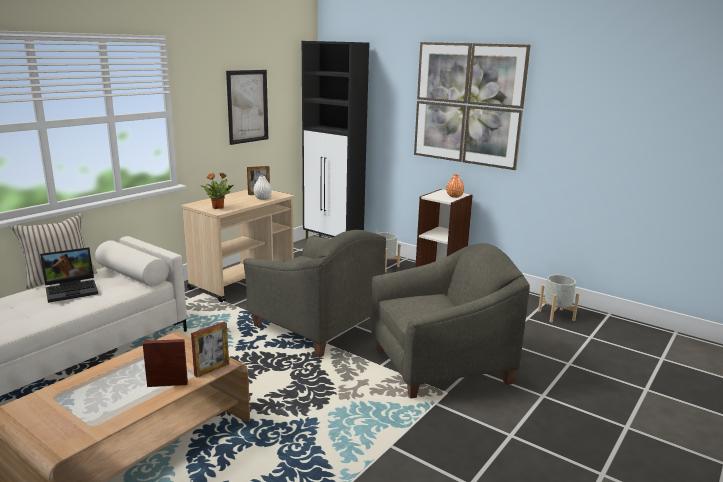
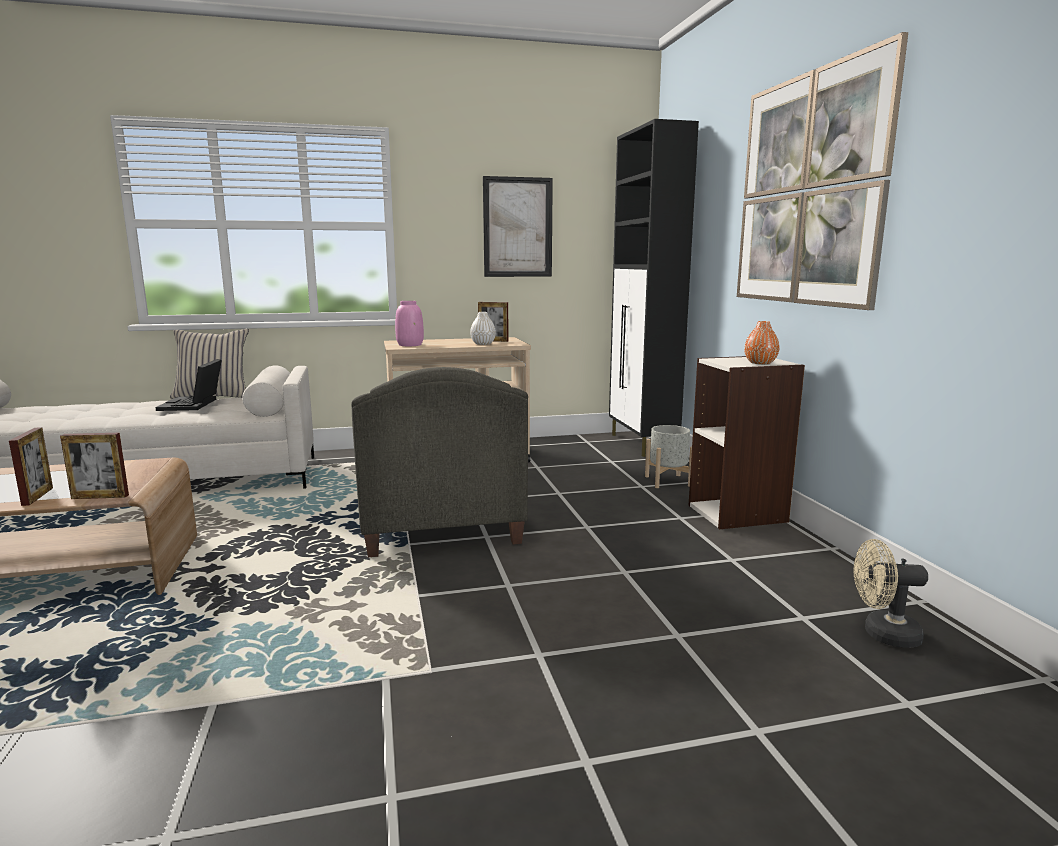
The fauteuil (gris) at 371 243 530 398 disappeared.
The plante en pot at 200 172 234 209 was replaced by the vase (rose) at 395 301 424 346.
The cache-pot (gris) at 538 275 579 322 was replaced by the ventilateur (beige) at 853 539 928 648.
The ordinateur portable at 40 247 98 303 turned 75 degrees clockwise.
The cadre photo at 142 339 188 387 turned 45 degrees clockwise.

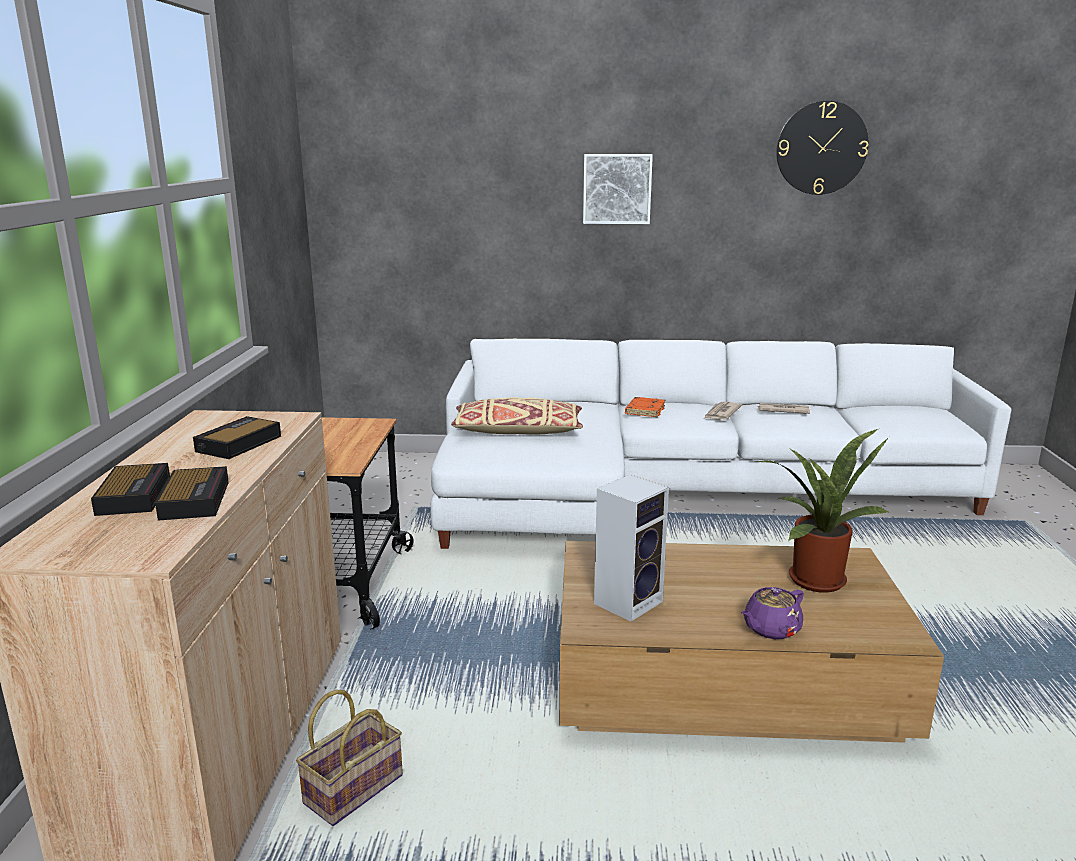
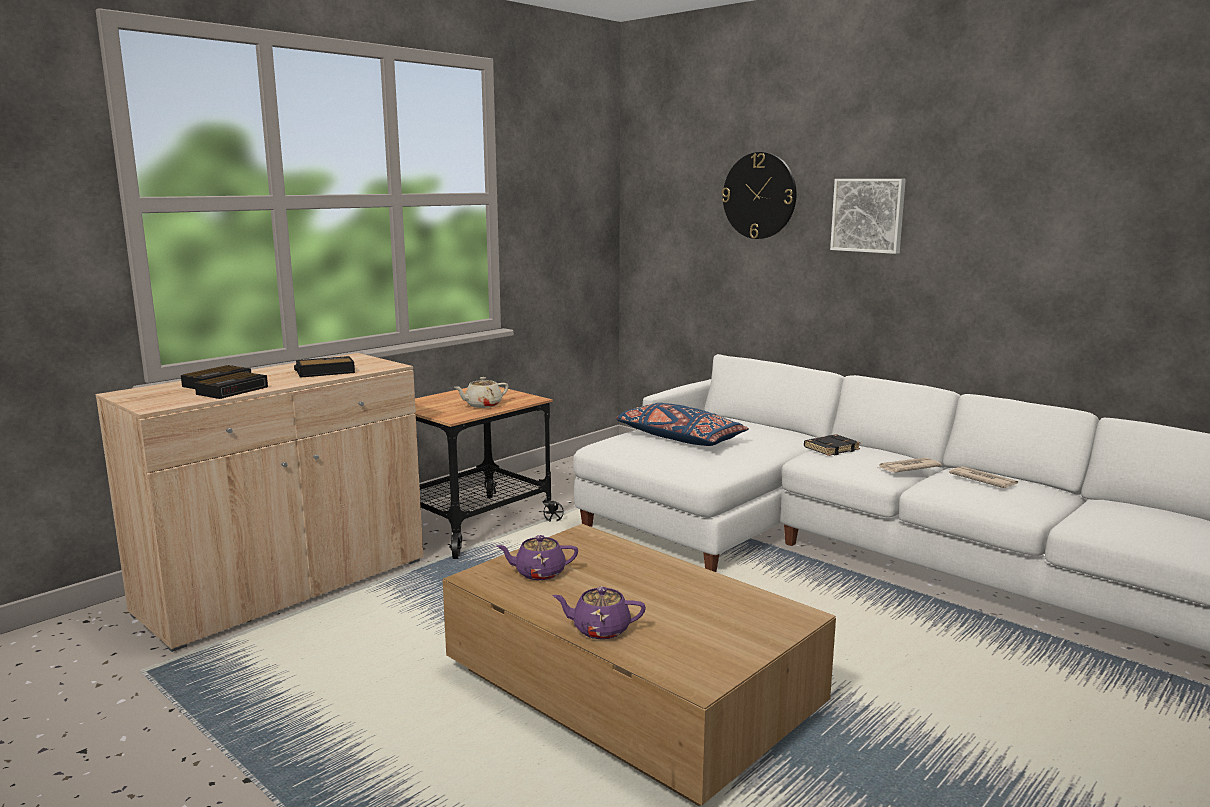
The panier at 296 690 403 826 disappeared.
The plante en pot at 757 429 890 593 disappeared.
The théière (beige) at 454 377 509 408 appeared.
The horloge murale moved from 776 101 868 195 to 722 152 797 239.
The enceinte at 594 474 669 622 was replaced by the théière (violet) at 497 535 578 580.
The coussin (beige) at 451 397 583 434 became the coussin (bleu) at 616 403 749 446.
The livre (orange) at 625 397 665 417 became the livre (noir) at 804 434 861 456.

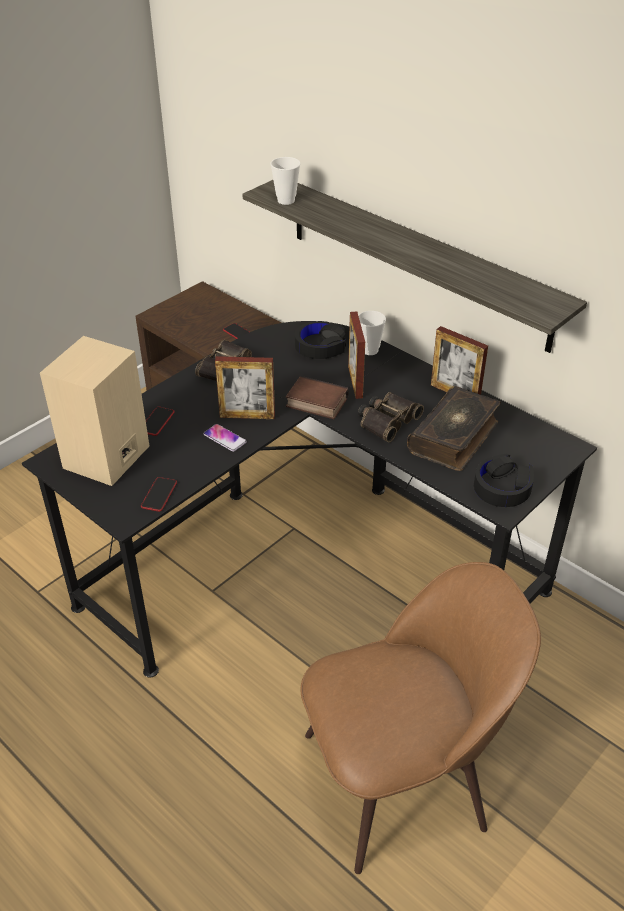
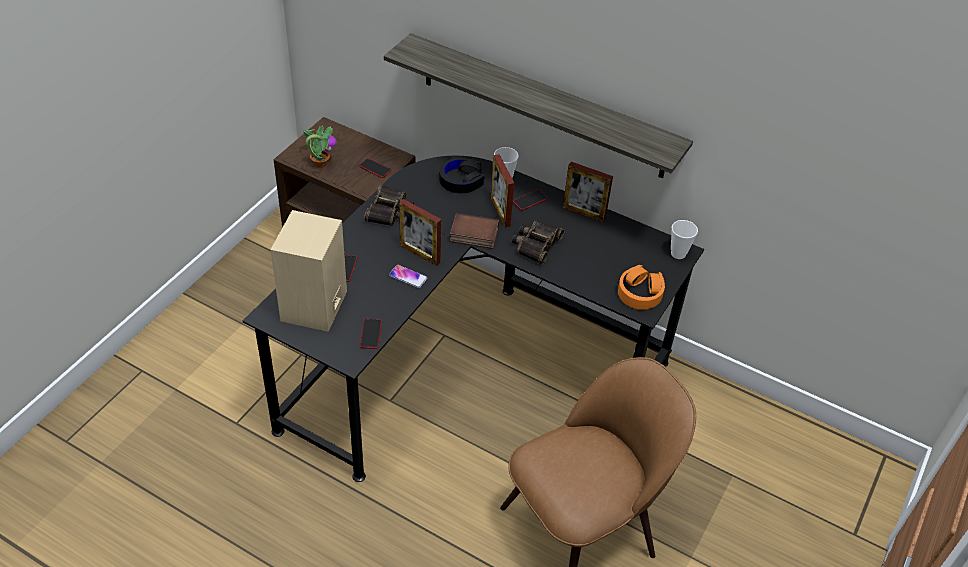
The livre at 407 386 501 471 disappeared.
The plante en pot at 304 126 337 168 appeared.
The téléphone at 513 190 547 210 appeared.
The tasse moved from 270 157 300 205 to 671 220 698 259.
The casque audio (noir) at 474 453 534 507 became the casque audio (orange) at 618 265 665 310.
The cadre photo at 215 356 275 419 turned 45 degrees clockwise.

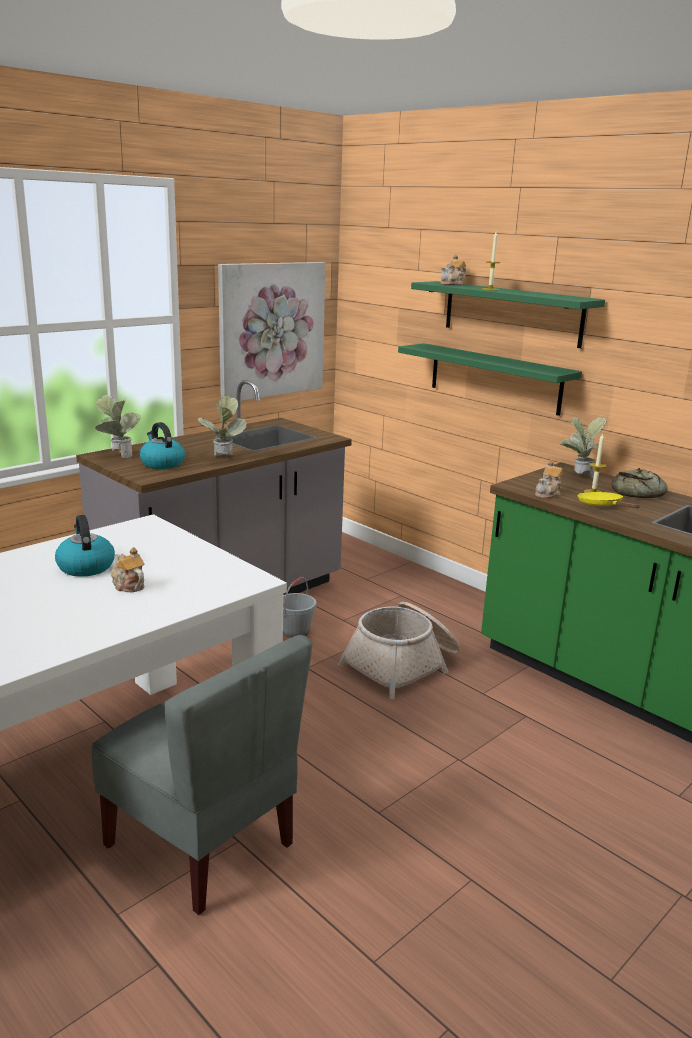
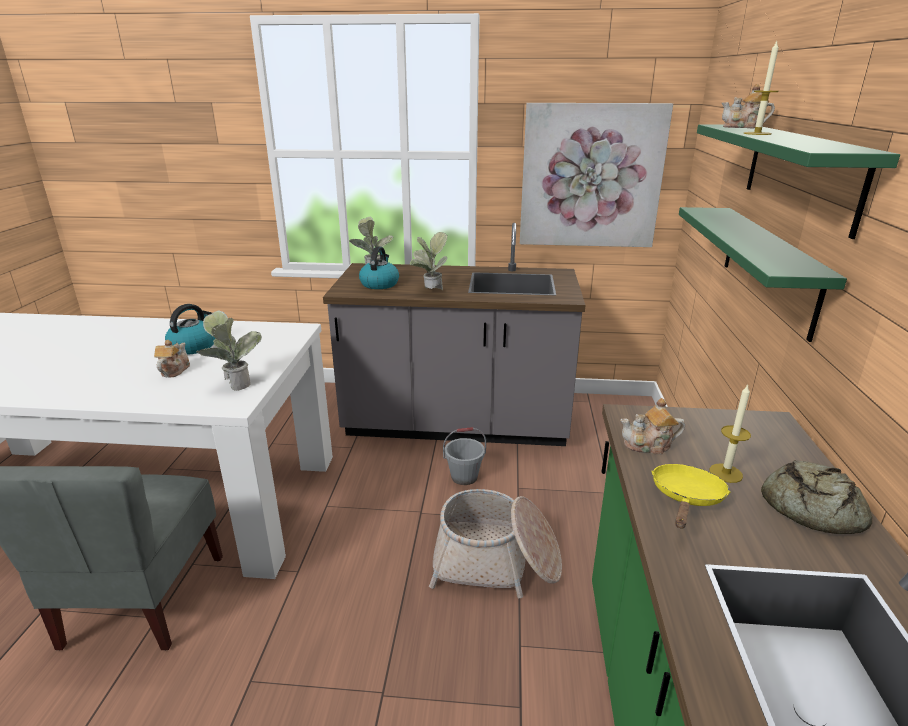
The plante en pot moved from 560 417 607 479 to 196 311 262 391.

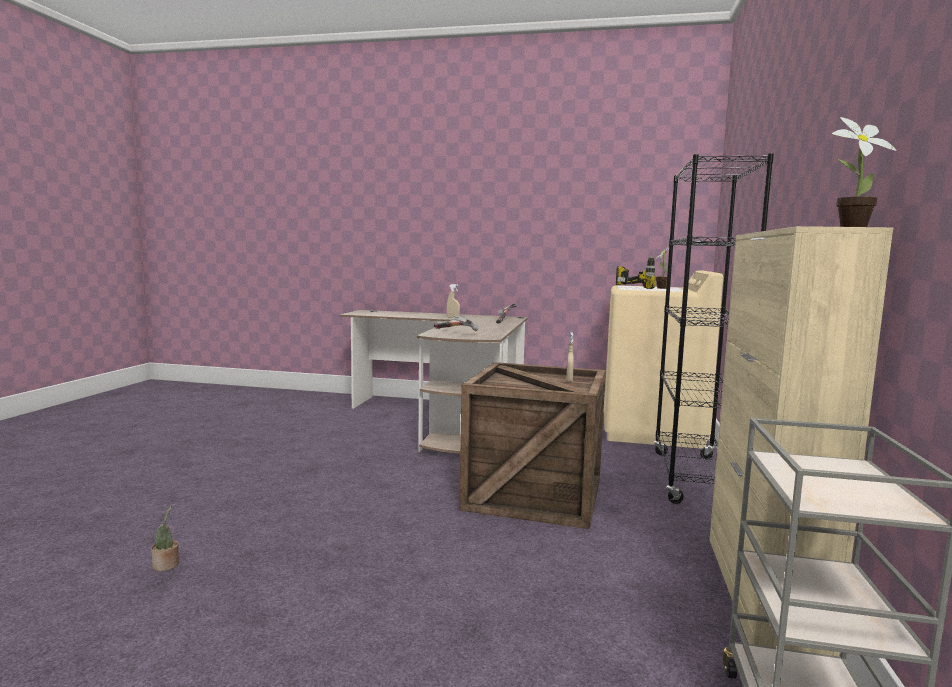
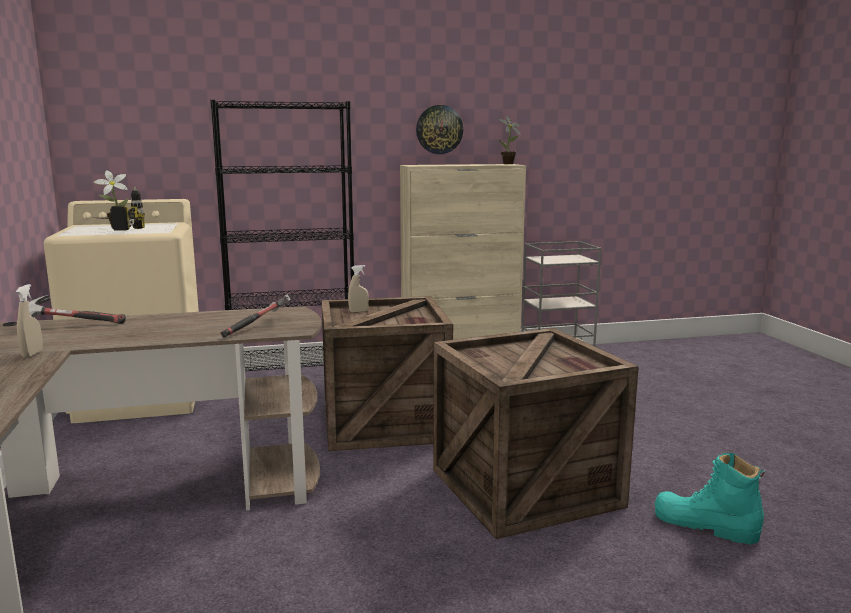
The horloge murale at 416 105 463 154 appeared.
The caisse at 433 328 639 539 appeared.
The plante en pot at 151 506 179 571 was replaced by the botte (turquoise) at 654 453 765 544.

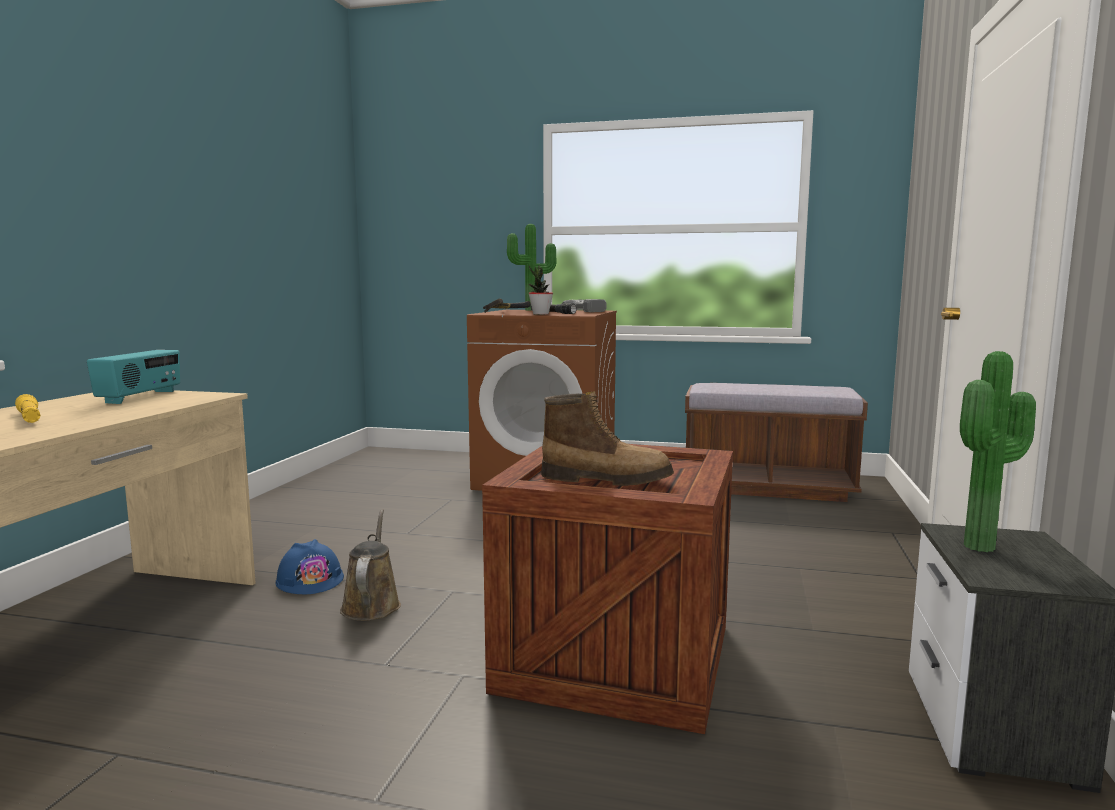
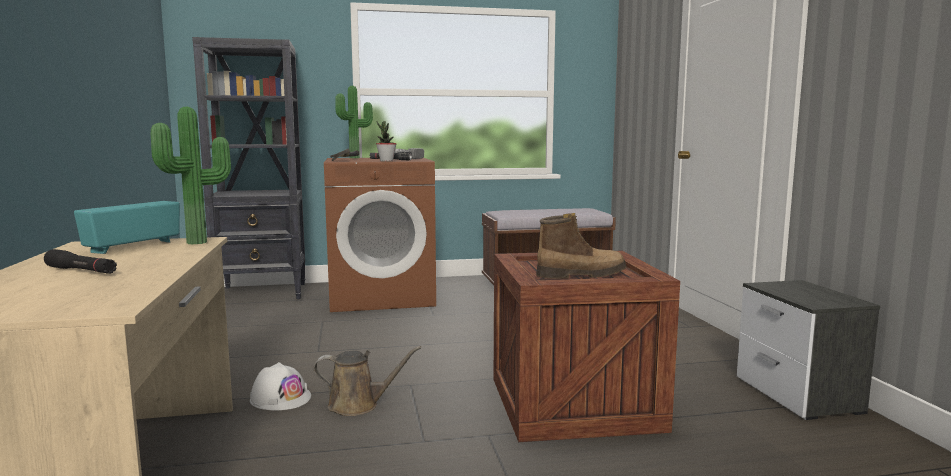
The bibliothèque (noir) at 192 37 305 299 appeared.
The plante en pot moved from 960 351 1036 552 to 151 107 231 244.
The lampe de poche (jaune) at 15 394 40 423 became the lampe de poche (noir) at 44 249 117 274.
The casque de chantier (bleu) at 276 539 344 594 became the casque de chantier (blanc) at 250 362 311 411.
The radio at 87 350 180 404 turned 135 degrees counterclockwise.
The arrosoir (marron) at 340 509 401 621 turned 120 degrees clockwise.

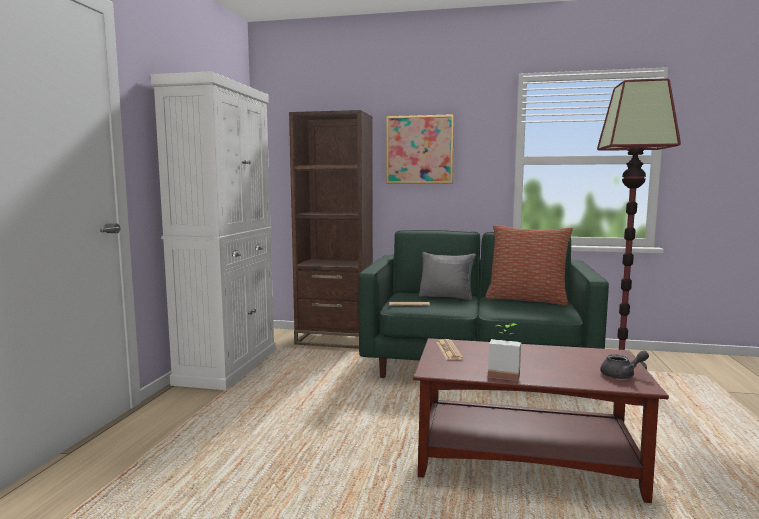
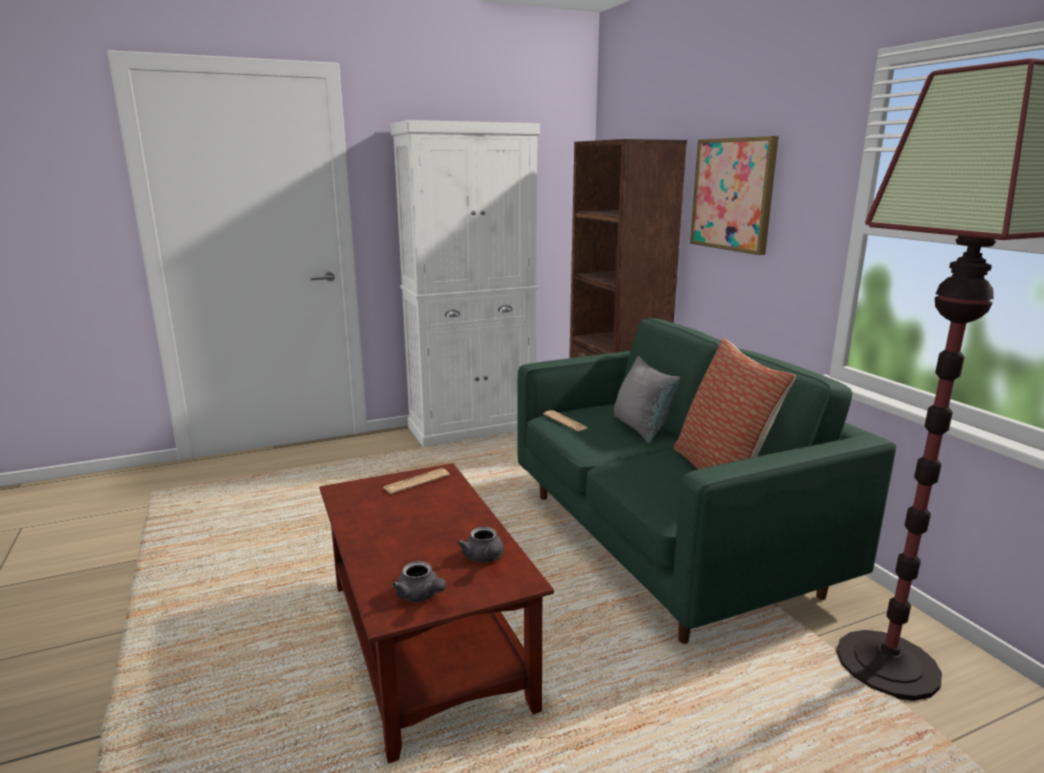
The plante en pot at 488 323 521 381 disappeared.
The théière (gris) at 457 527 504 562 appeared.

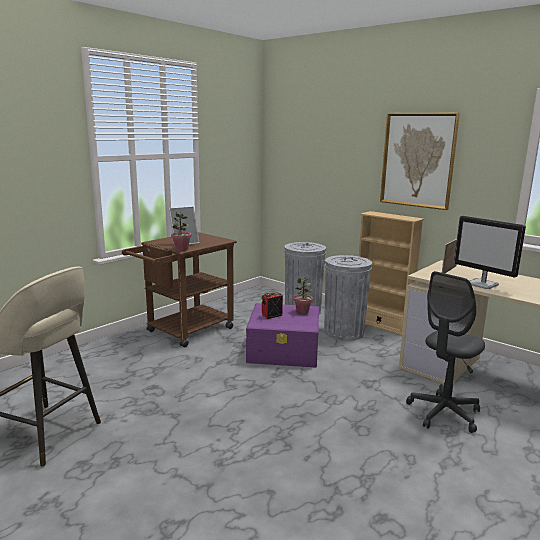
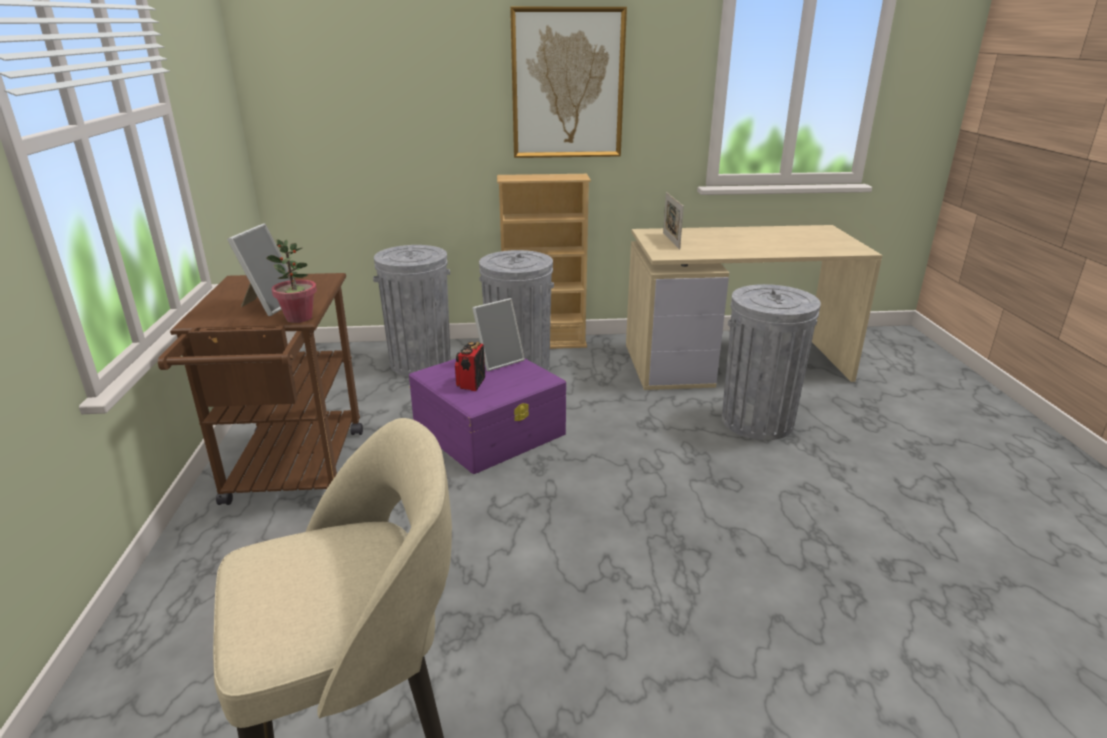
The écran d'ordinateur at 454 216 526 289 disappeared.
The plante en pot at 293 277 313 314 was replaced by the cadre photo at 472 298 525 371.
The chaise de bureau (gris) at 406 271 485 433 was replaced by the poubelle (gris) at 722 284 821 440.

